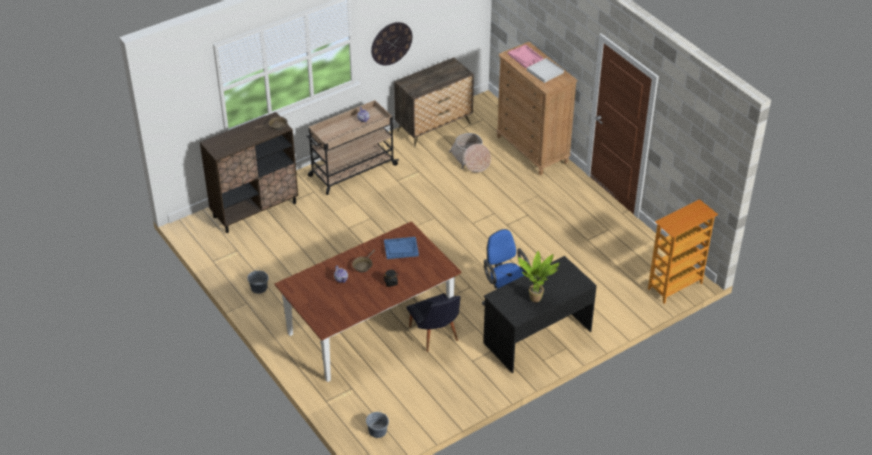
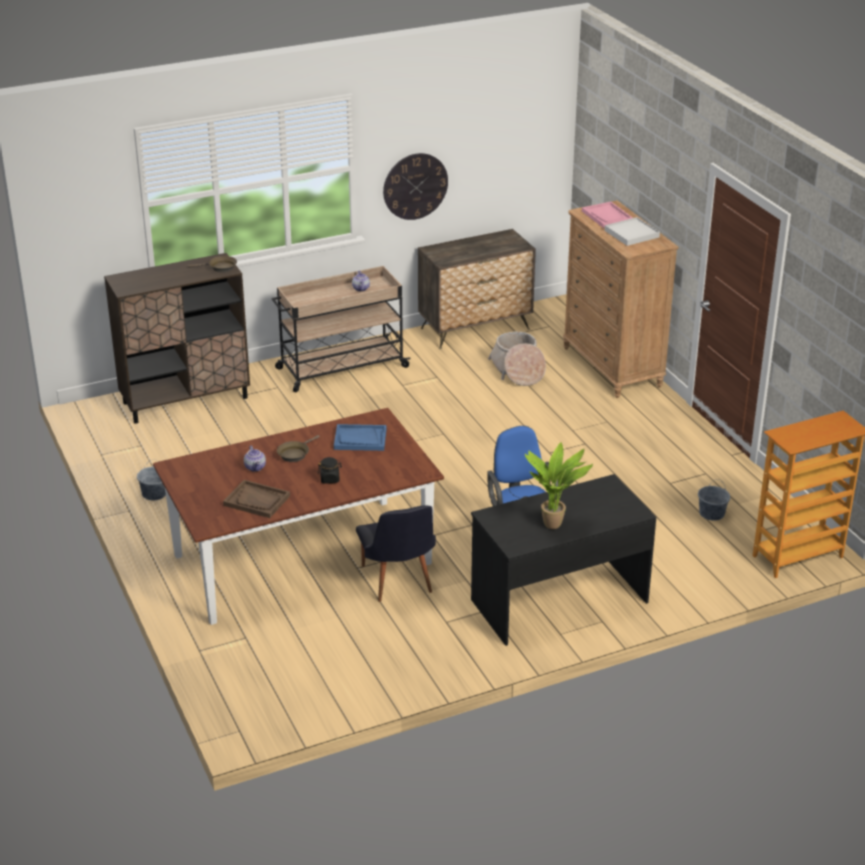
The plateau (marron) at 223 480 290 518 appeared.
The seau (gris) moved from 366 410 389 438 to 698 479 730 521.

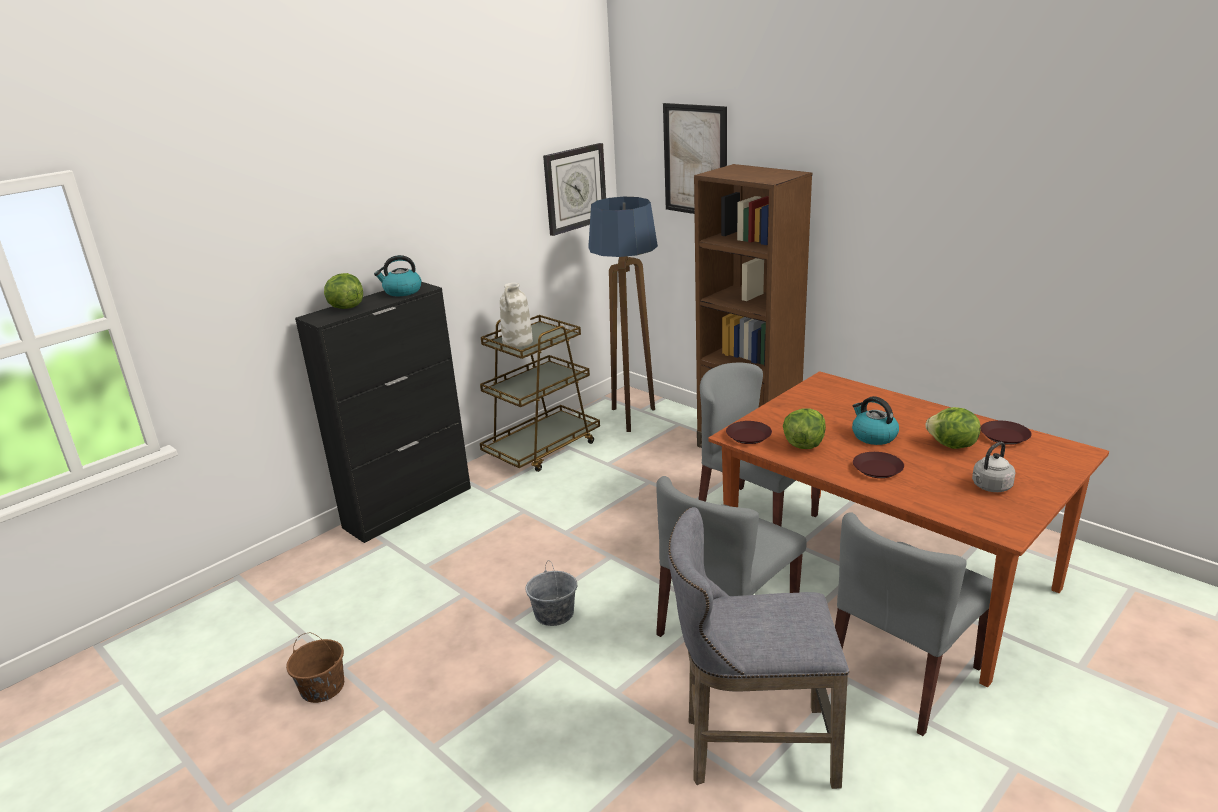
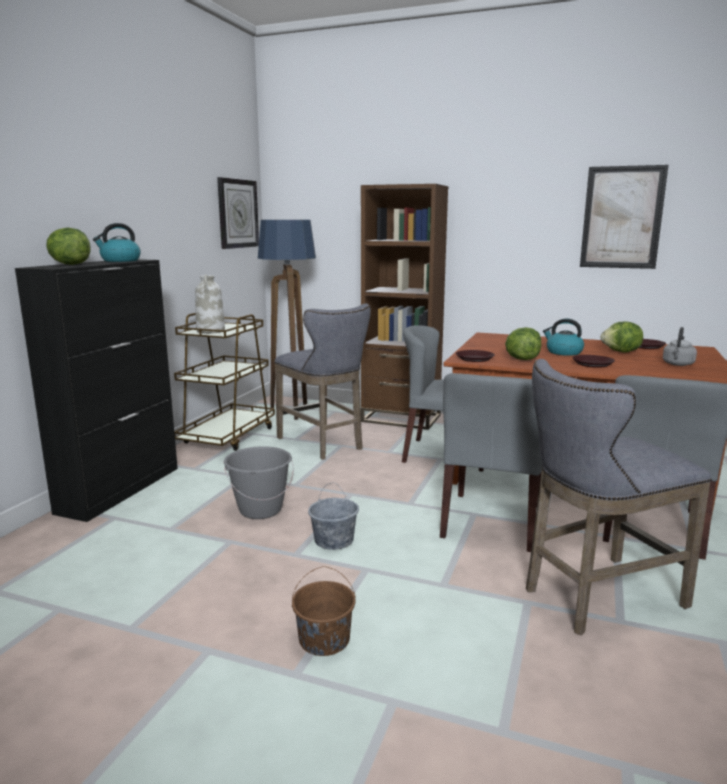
The seau (gris) at 224 446 294 519 appeared.
The tabouret (gris) at 274 304 371 460 appeared.
The seau (marron) moved from 286 632 344 703 to 292 566 356 656.
The tableau moved from 663 103 727 214 to 580 165 668 269.

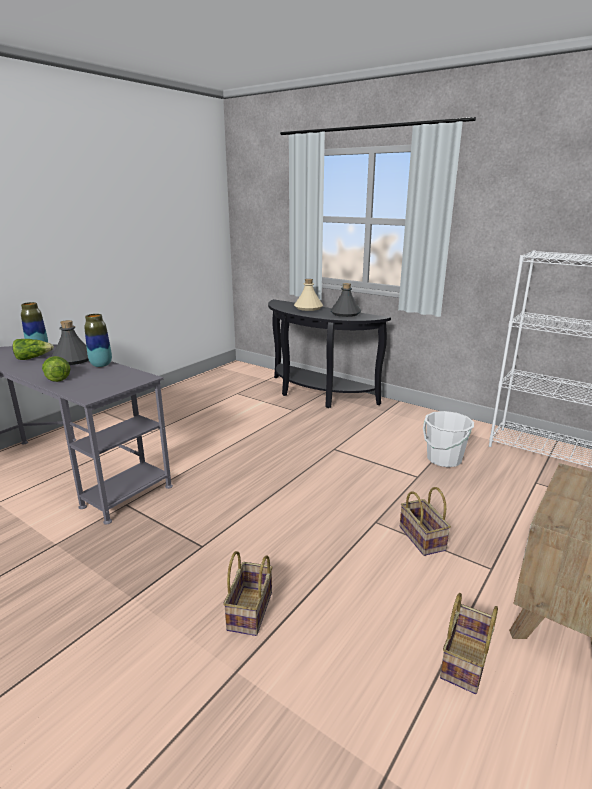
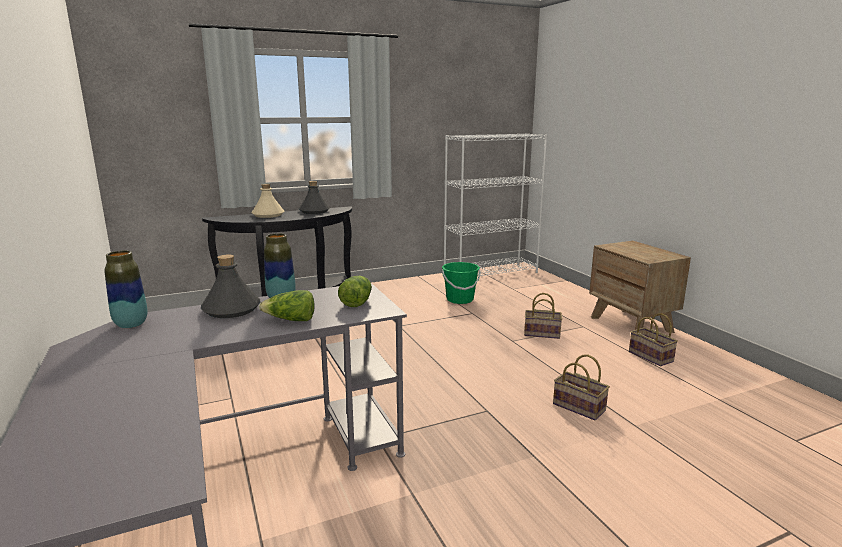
The laitue moved from 13 339 54 360 to 338 276 372 307.
The seau (blanc) at 423 411 474 467 became the seau (vert) at 442 262 481 304.

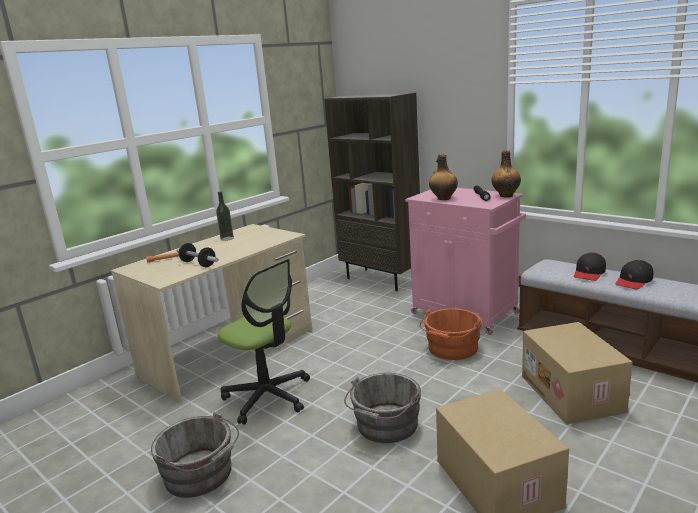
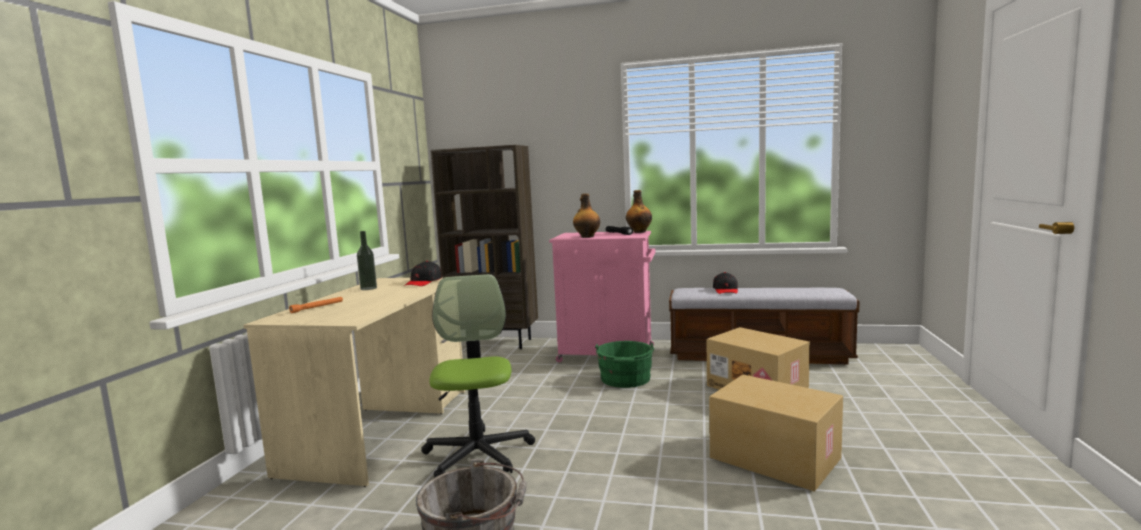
The haltère at 177 243 219 267 disappeared.
The seau (gris) at 344 373 421 443 disappeared.
The casquette (noir) moved from 615 260 653 290 to 404 261 442 286.
The seau (orange) at 420 308 482 360 became the seau (vert) at 595 341 654 388.
The chaise de bureau at 218 259 310 425 turned 105 degrees counterclockwise.

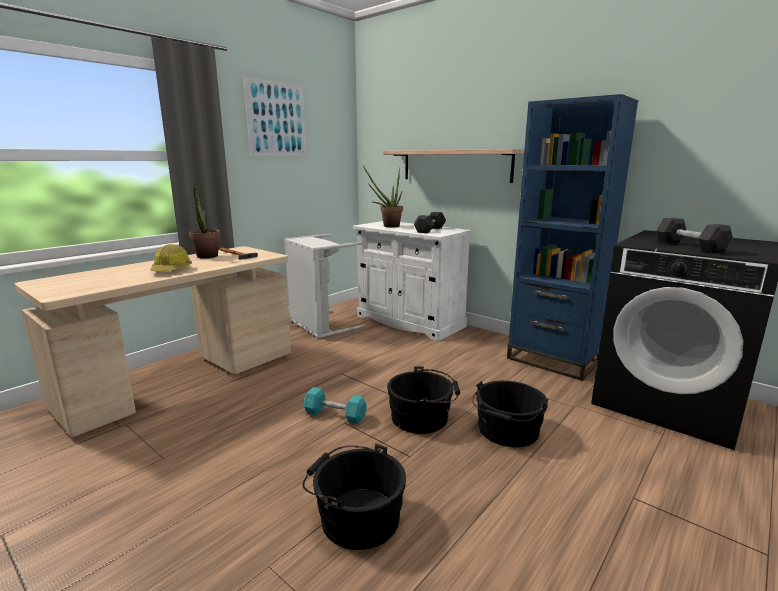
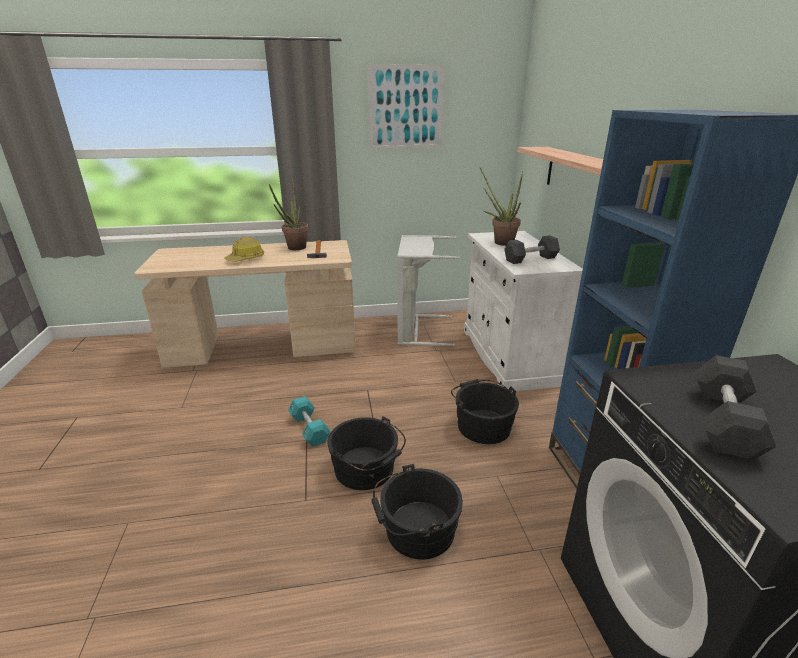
The seau (noir) moved from 303 444 406 550 to 451 379 519 444.

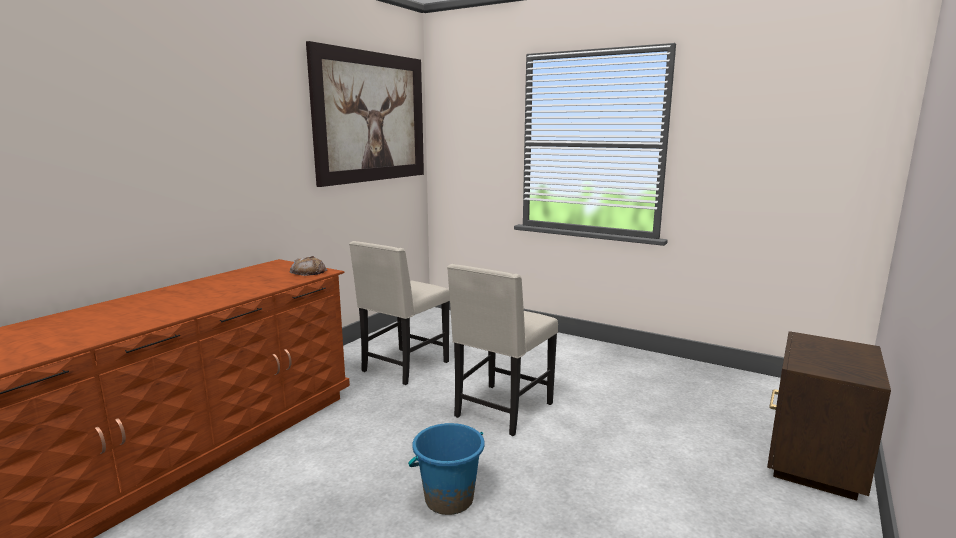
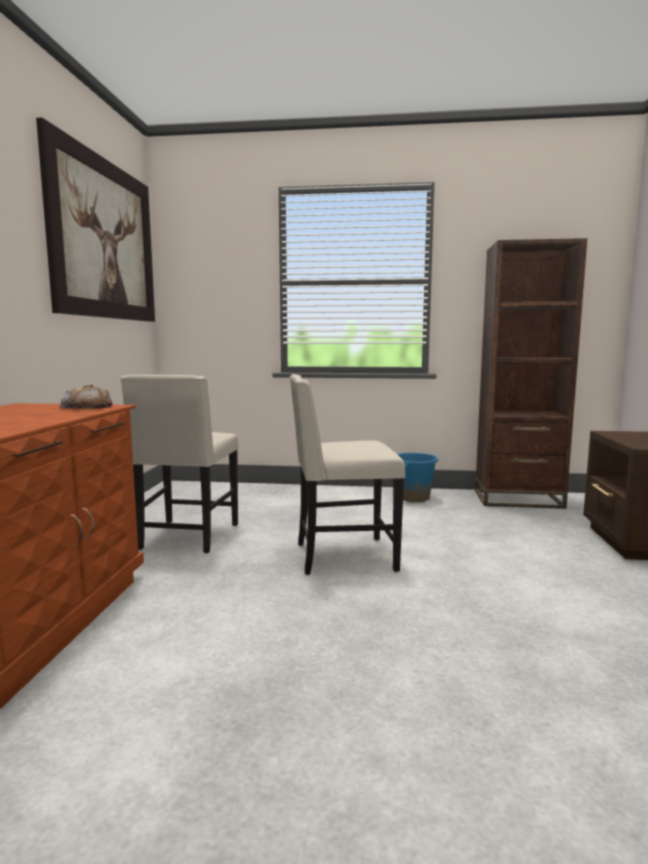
The bibliothèque (marron) at 475 238 587 509 appeared.
The seau (bleu) moved from 408 423 484 515 to 392 453 438 502.
The chaise (beige) at 447 264 558 436 turned 75 degrees clockwise.

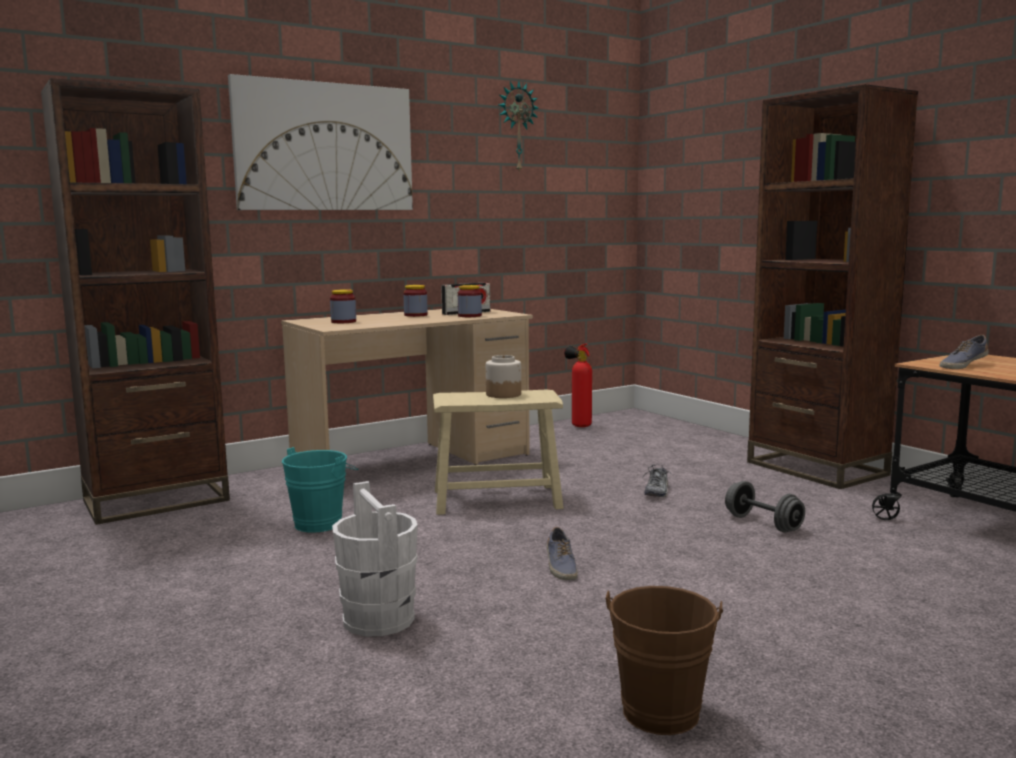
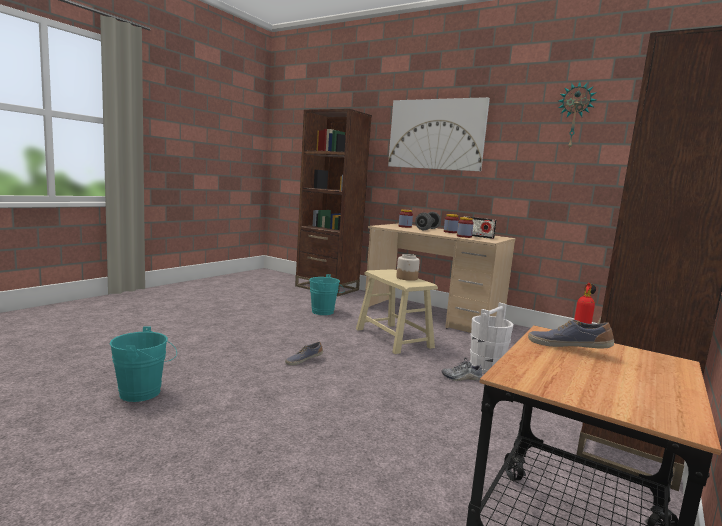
The seau (blanc) moved from 332 481 418 636 to 470 302 514 373.
The haltère (gris) moved from 725 481 805 533 to 415 212 441 230.
The seau (marron) at 606 586 723 735 became the seau (turquoise) at 109 327 177 402.

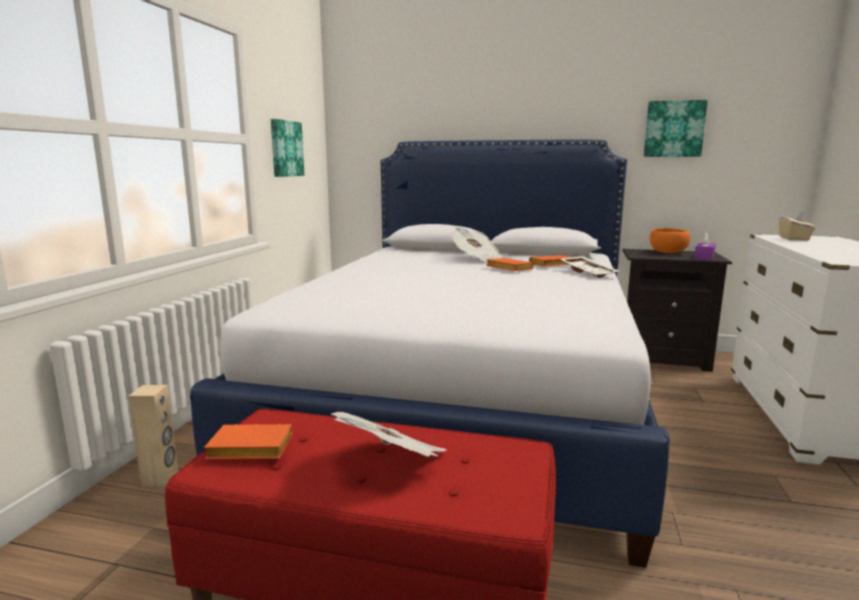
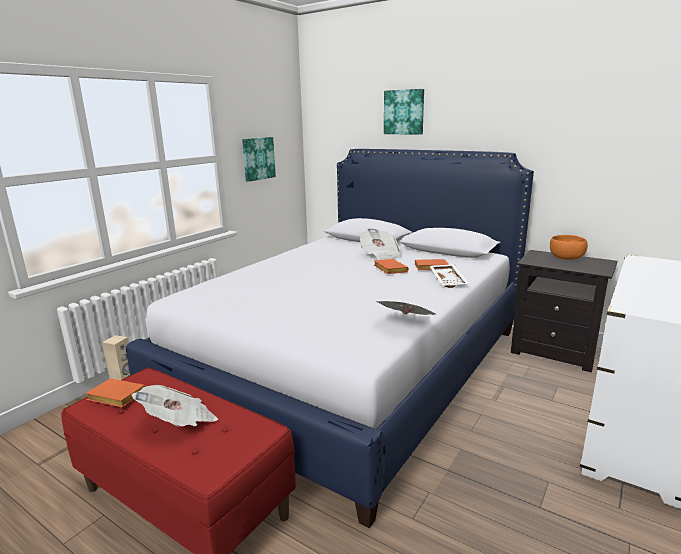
The boîte à mouchoirs (violet) at 694 233 716 260 disappeared.
The boîte à mouchoirs (beige) at 779 211 815 241 disappeared.
The journal at 375 301 436 315 appeared.
The tableau moved from 644 100 708 157 to 384 89 424 134.

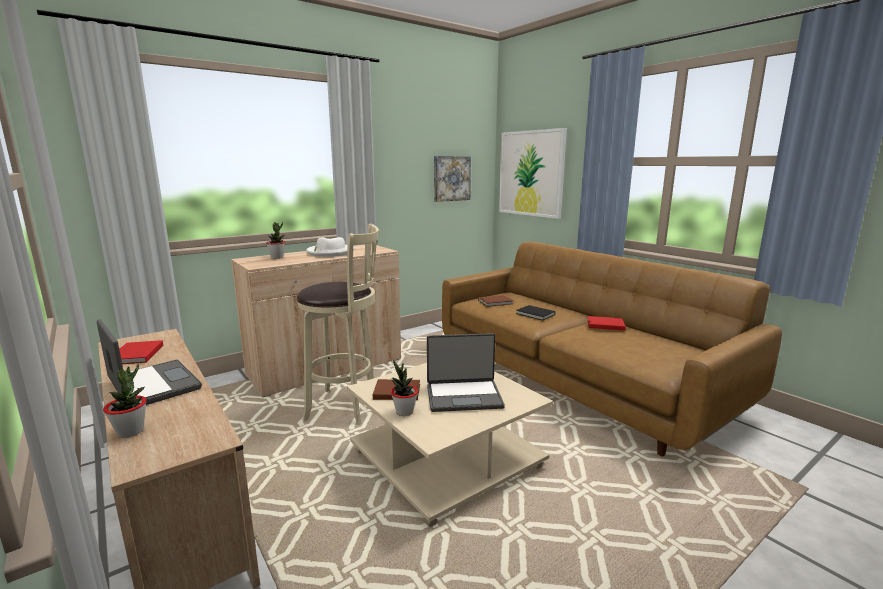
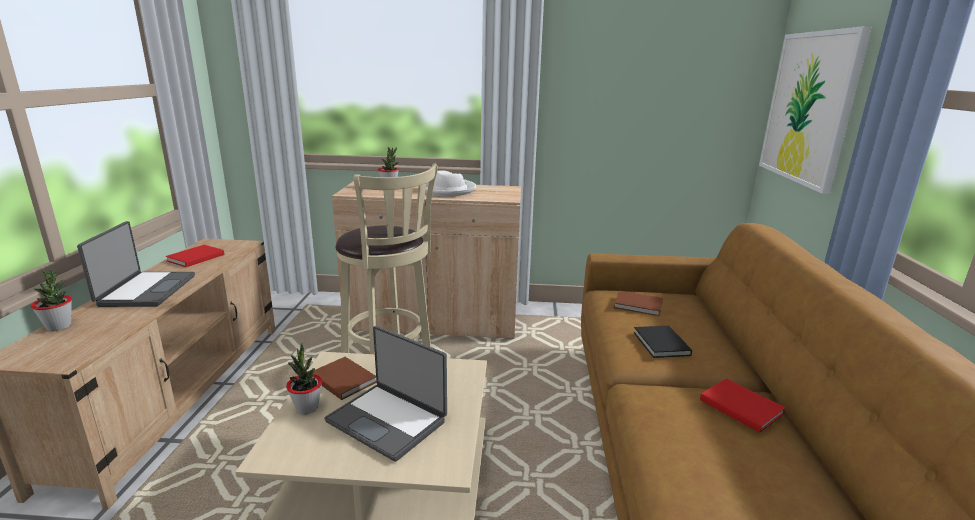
The tableau at 434 156 471 202 disappeared.

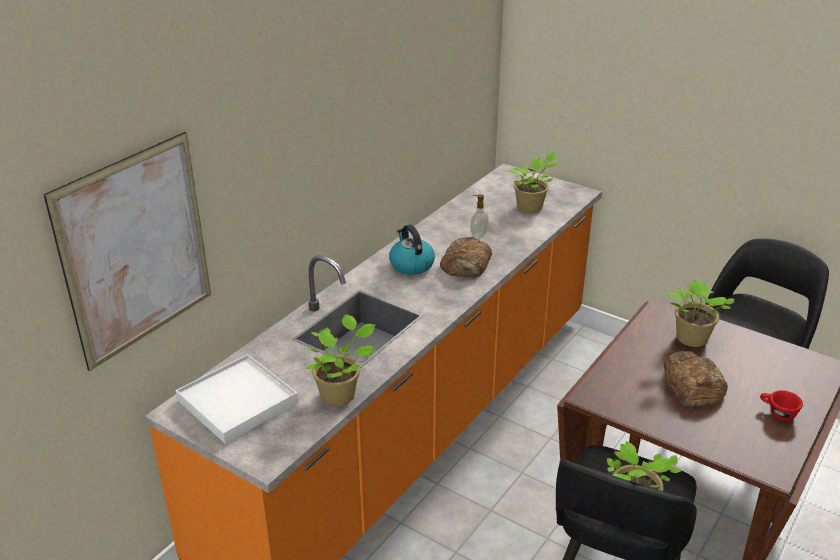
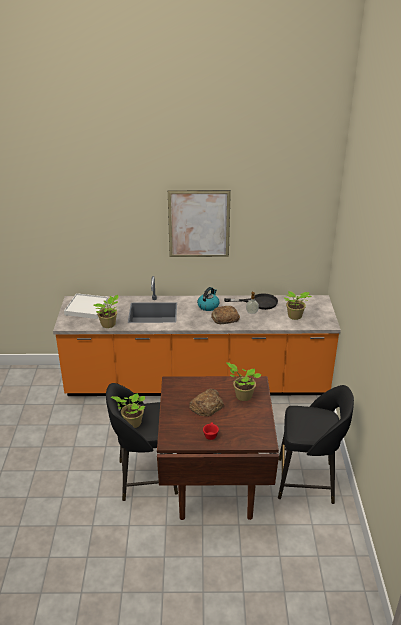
The poêle (noir) at 224 293 278 310 appeared.
The tableau moved from 44 132 211 371 to 168 190 231 257.

